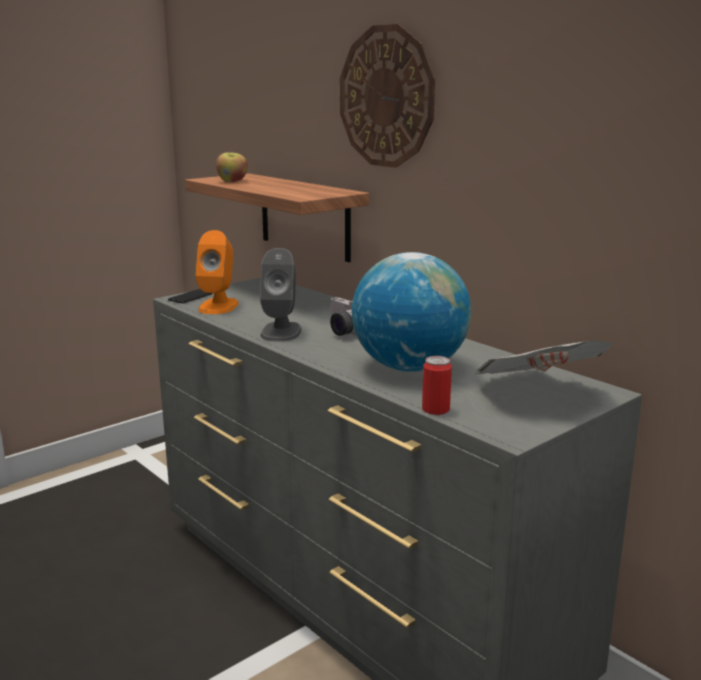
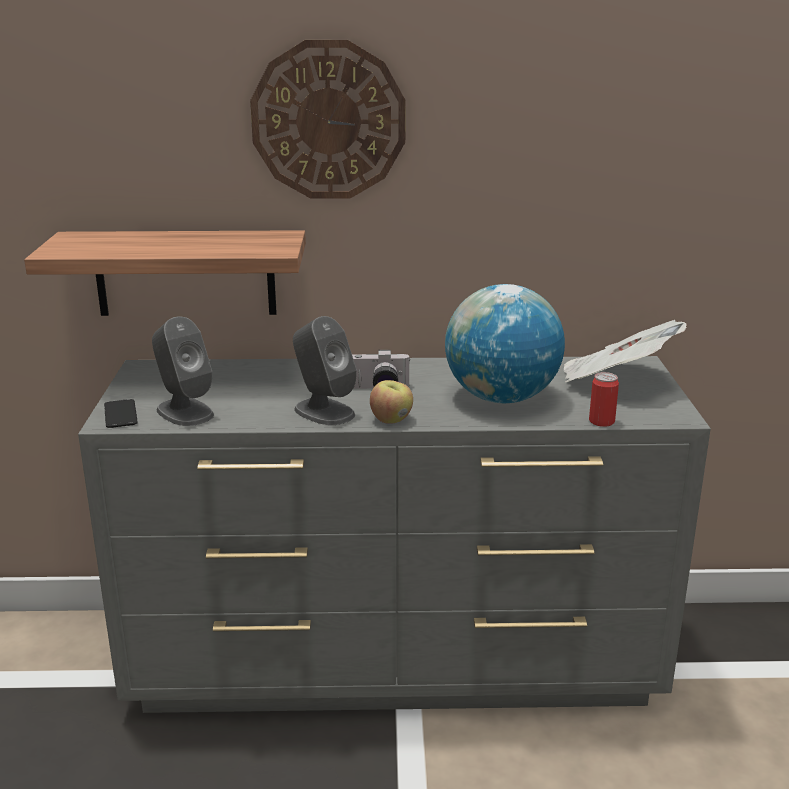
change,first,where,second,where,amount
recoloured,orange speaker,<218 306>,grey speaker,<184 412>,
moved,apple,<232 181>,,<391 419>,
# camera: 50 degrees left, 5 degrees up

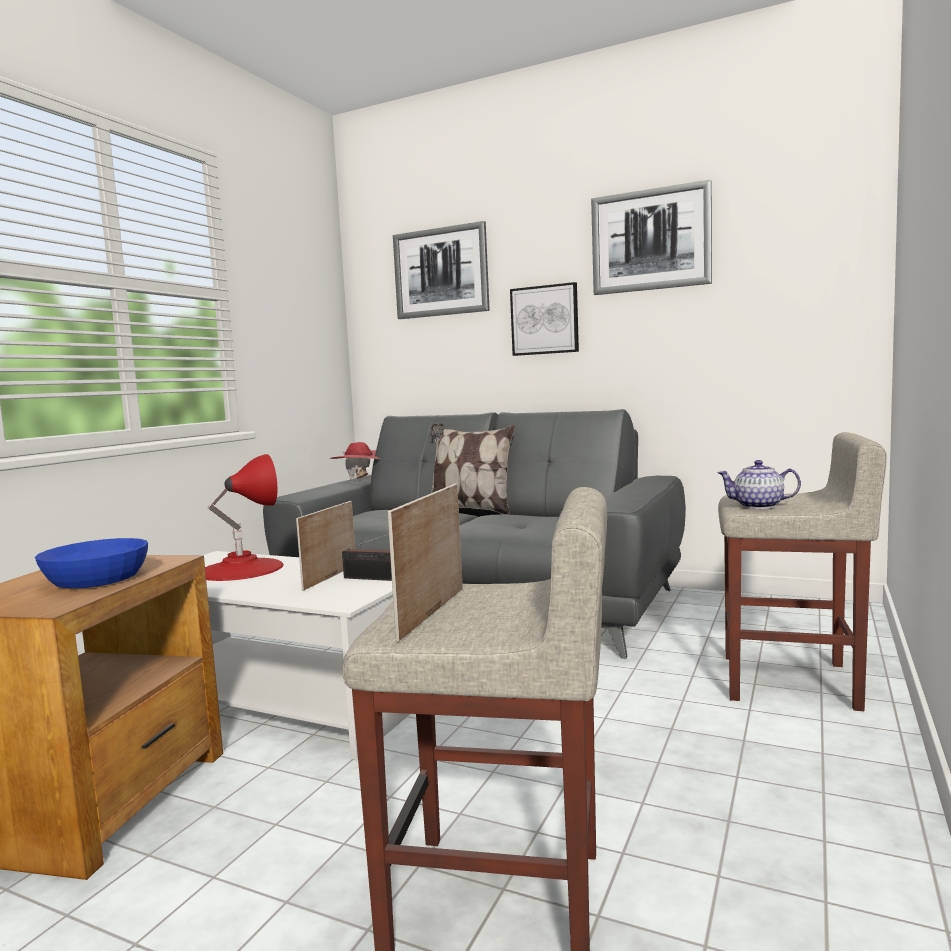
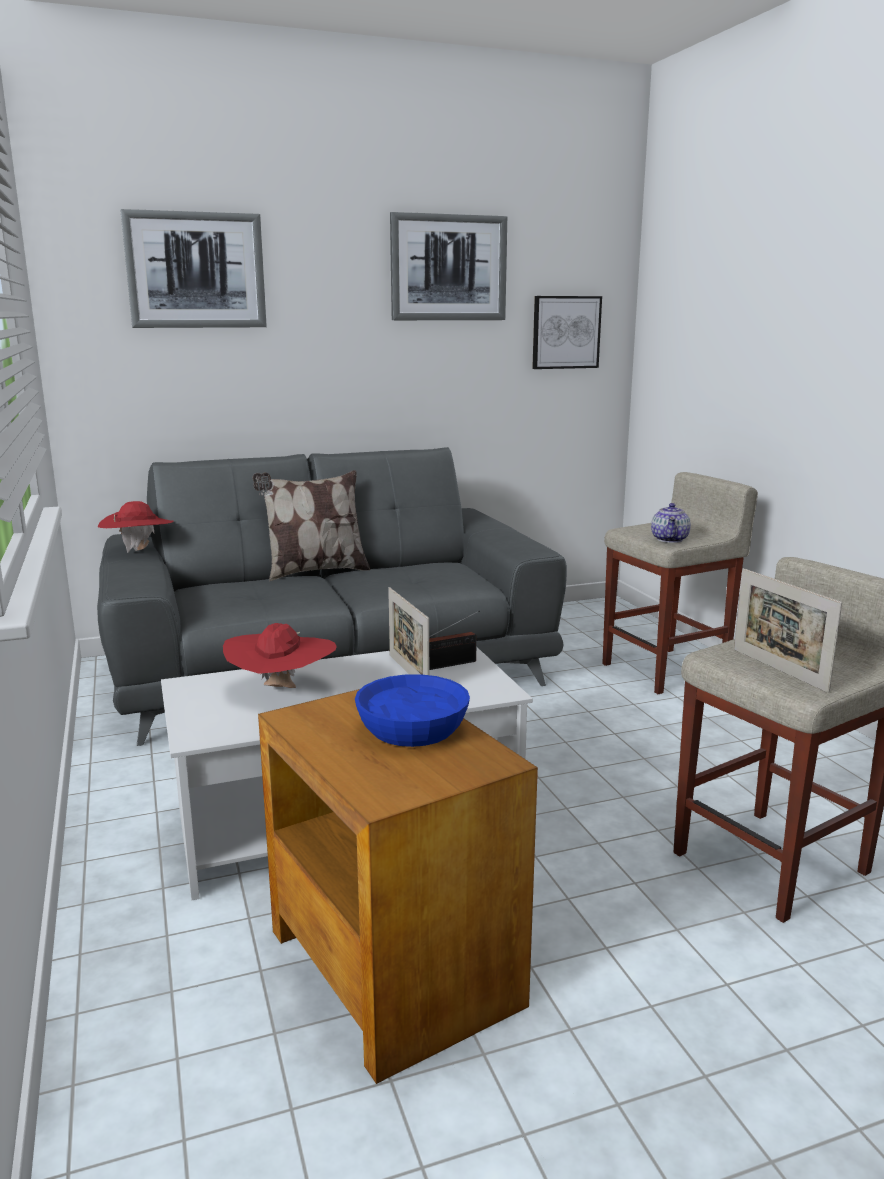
change,first,where,second,where,amount
replaced,red table lamp,<241 569>,red hat,<281 690>,
moved,picture,<545 320>,,<565 332>,
turned,teapot,<759 506>,,<670 539>,45 degrees counterclockwise
# camera: 45 degrees left, 10 degrees up

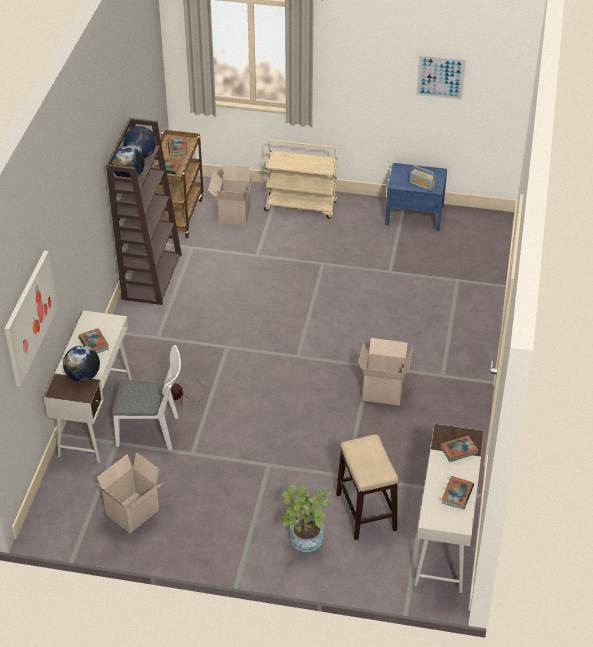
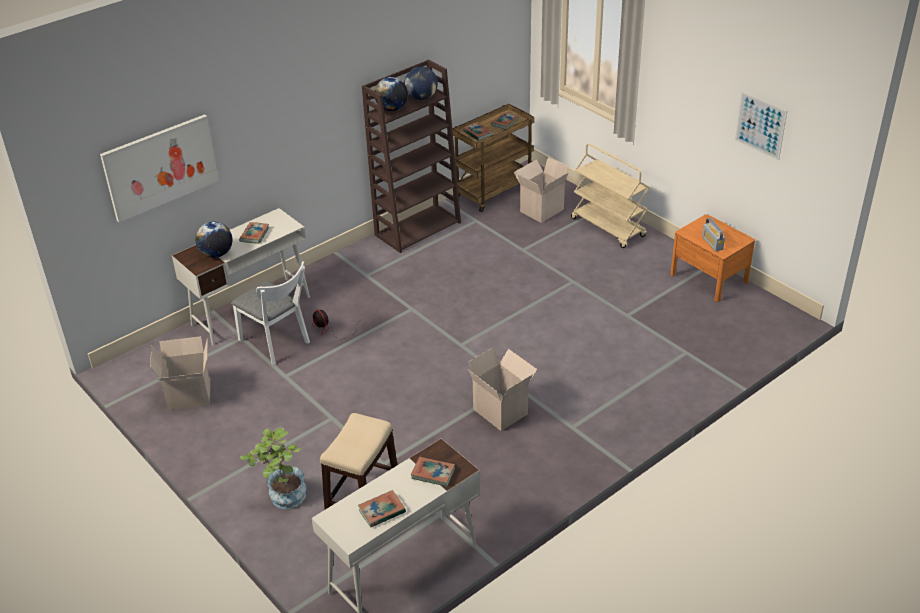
change,first,where,second,where,amount
recoloured,blue nightstand,<414 214>,orange nightstand,<709 278>,
# camera: 40 degrees right, 5 degrees down

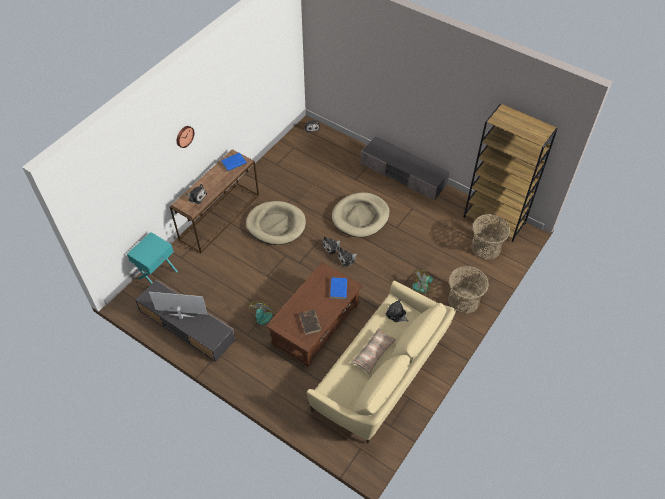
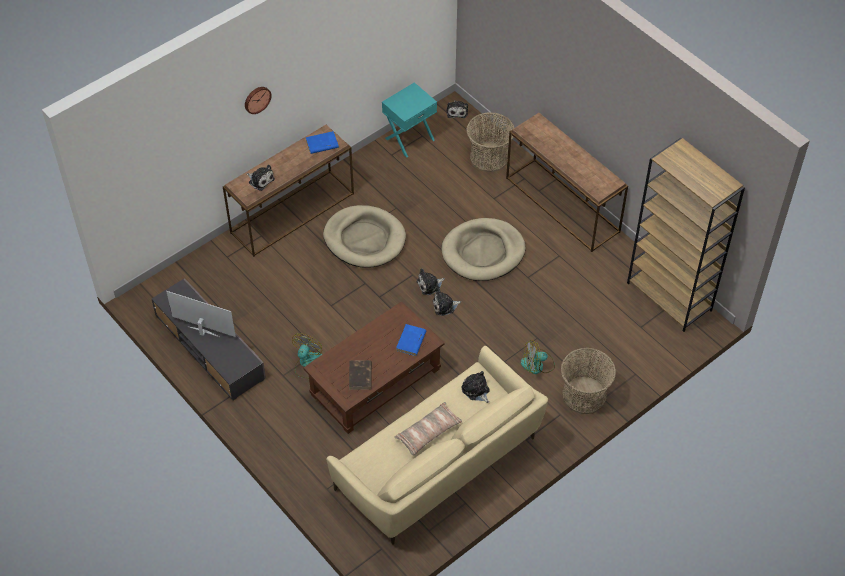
change,first,where,second,where,amount
moved,turquoise nightstand,<157 274>,,<409 138>,
replaced,grey tv stand,<403 174>,brown console table,<563 205>,
moved,basket,<485 247>,,<489 157>,
# camera: 15 degrees right, 0 degrees up

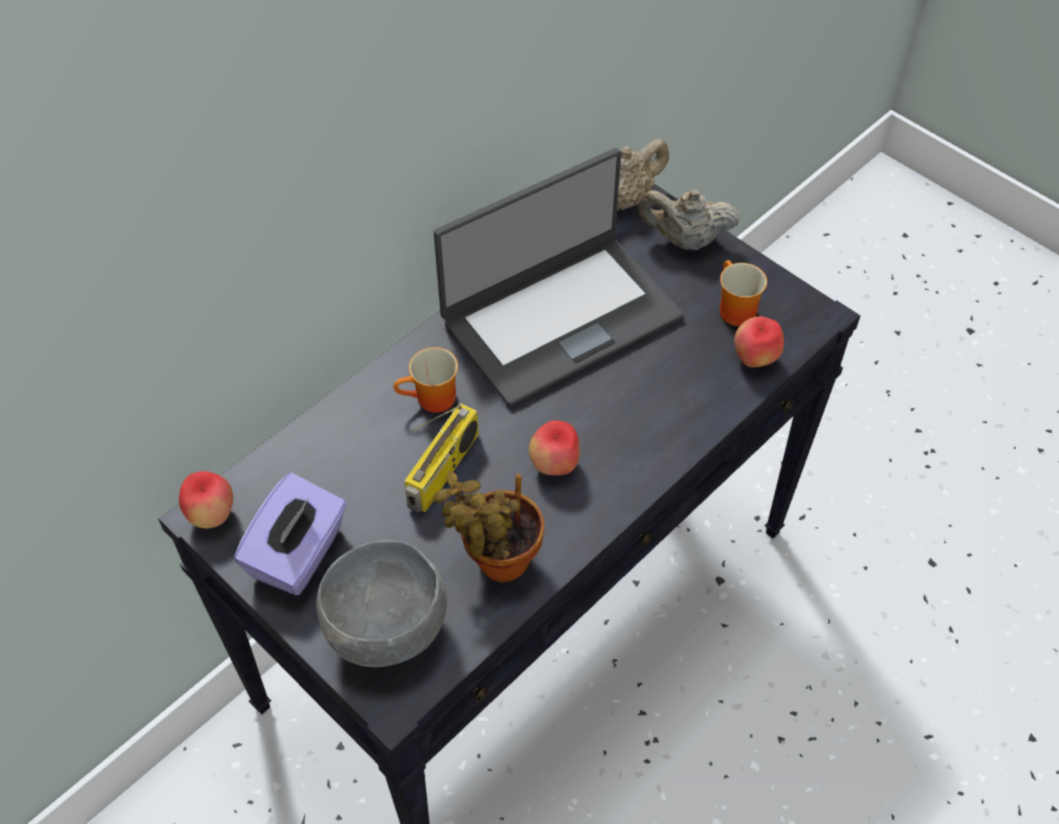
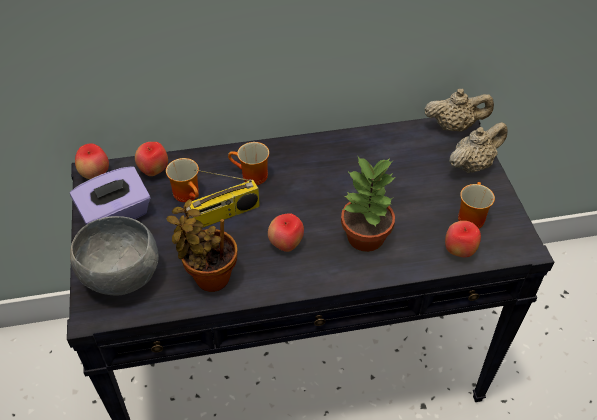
change,first,where,second,where,amount
removed,laptop,<560 317>,,,
turned,beige teapot,<685 240>,,<473 165>,105 degrees clockwise
added,,,apple,<154 171>,
added,,,mug,<189 194>,
added,,,potted plant,<366 238>,
# camera: 35 degrees right, 5 degrees down

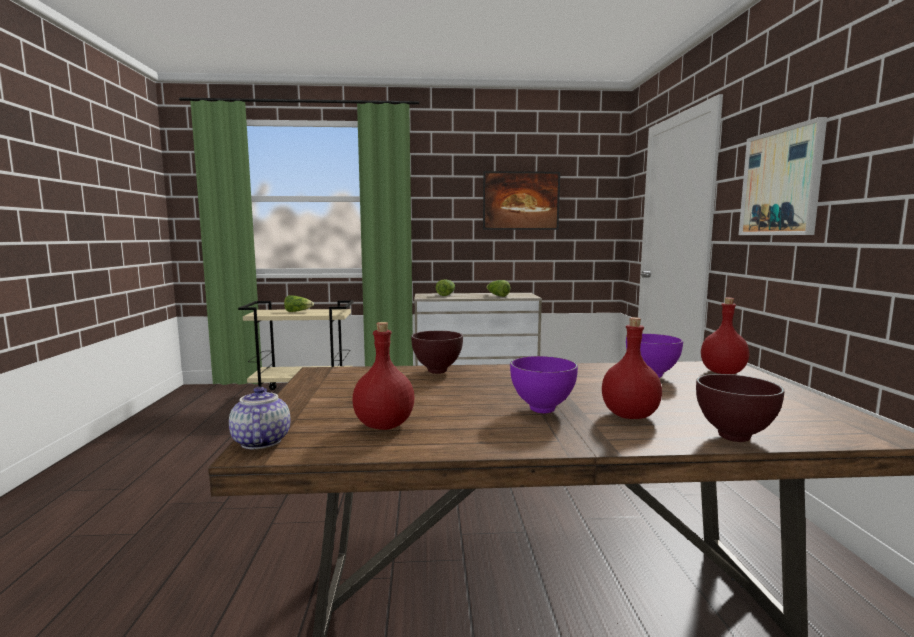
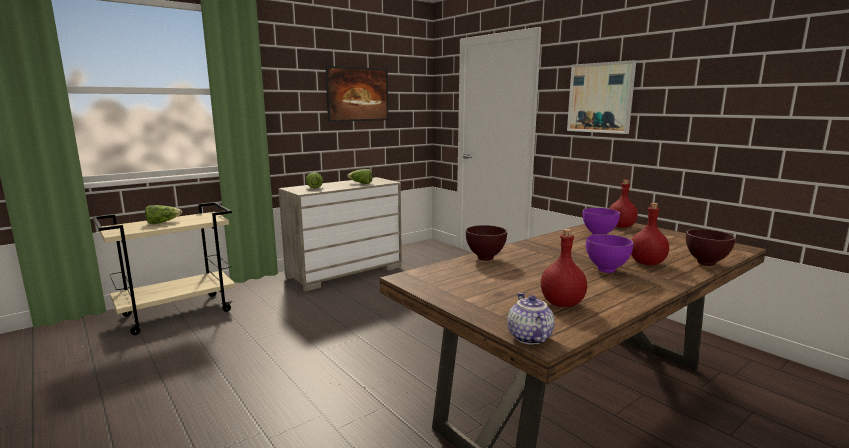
change,first,where,second,where,amount
turned,teapot,<259 442>,,<528 337>,45 degrees clockwise
# camera: 35 degrees left, 5 degrees up

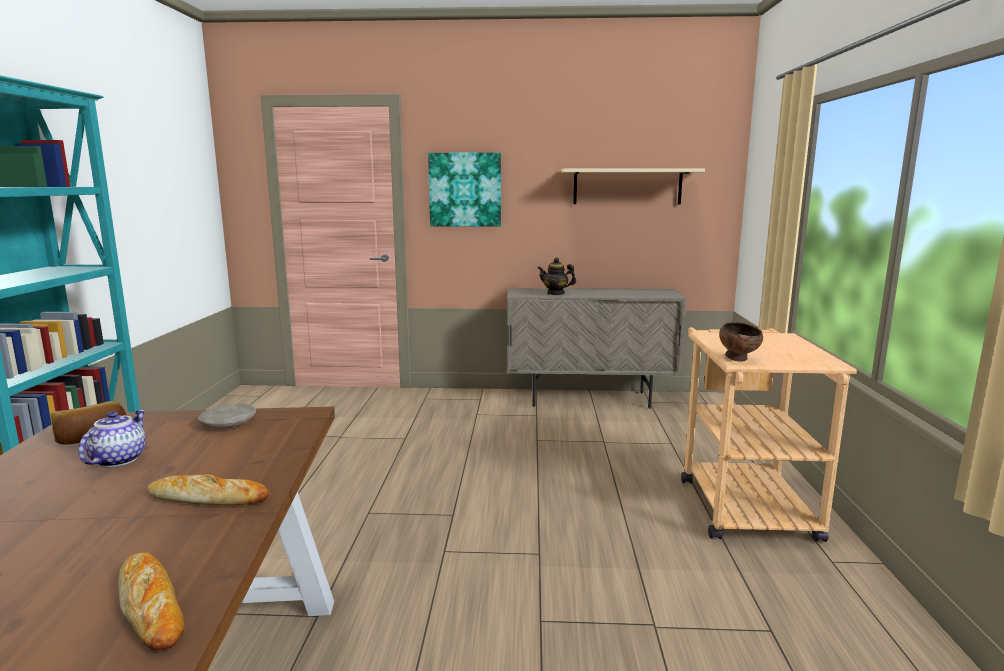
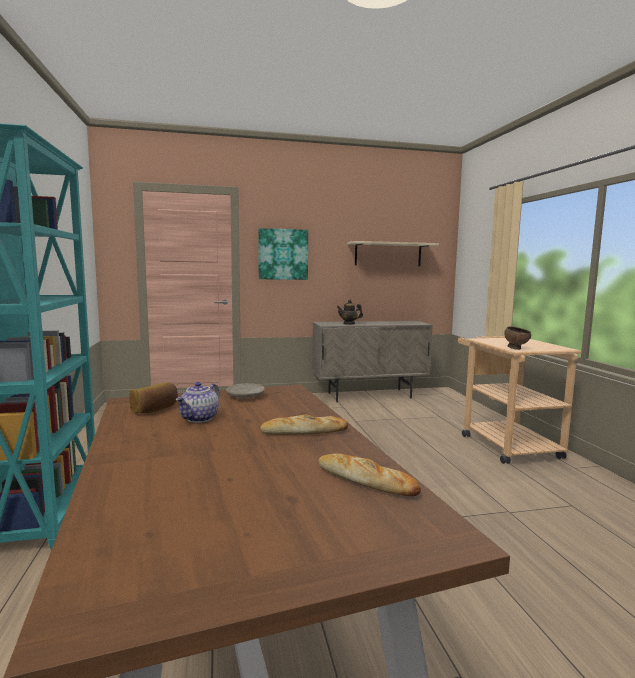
change,first,where,second,where,amount
turned,teapot,<117 459>,,<200 419>,150 degrees counterclockwise
# camera: 15 degrees left, 5 degrees down

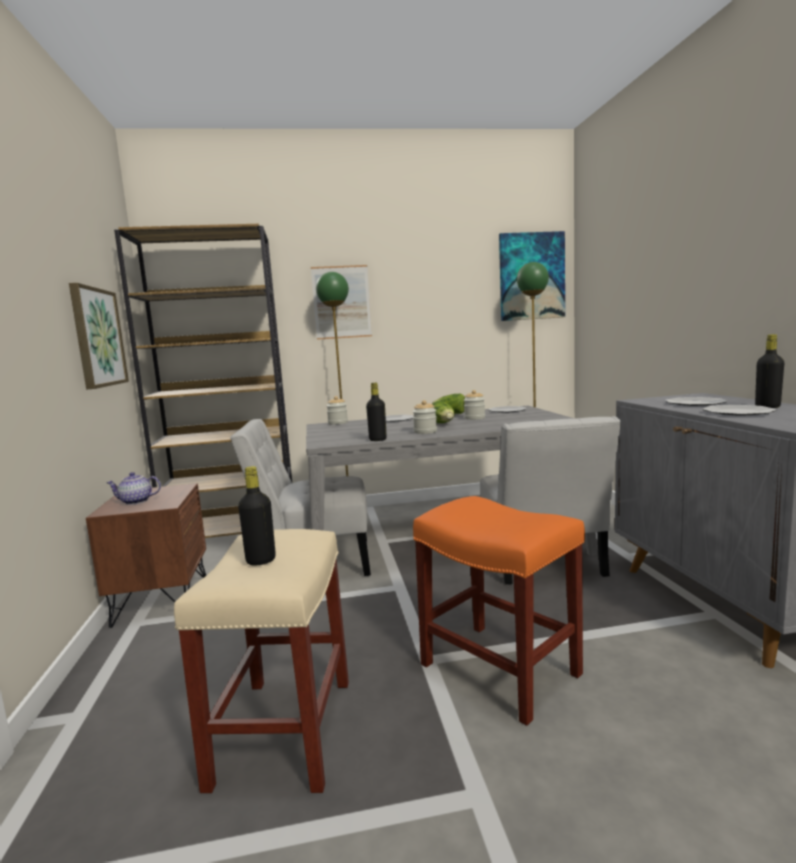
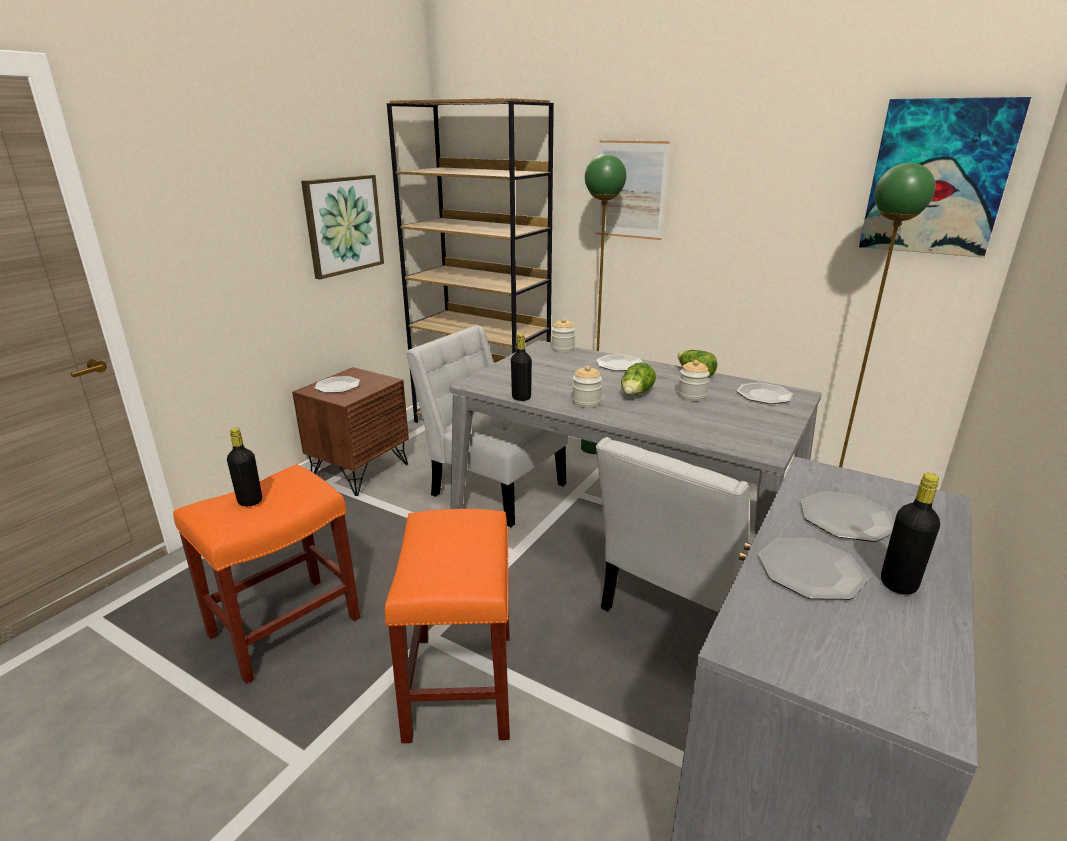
change,first,where,second,where,amount
replaced,teapot,<135 502>,plate,<337 386>,
recoloured,beige stool,<284 729>,orange stool,<286 625>,
# camera: 40 degrees right, 15 degrees up

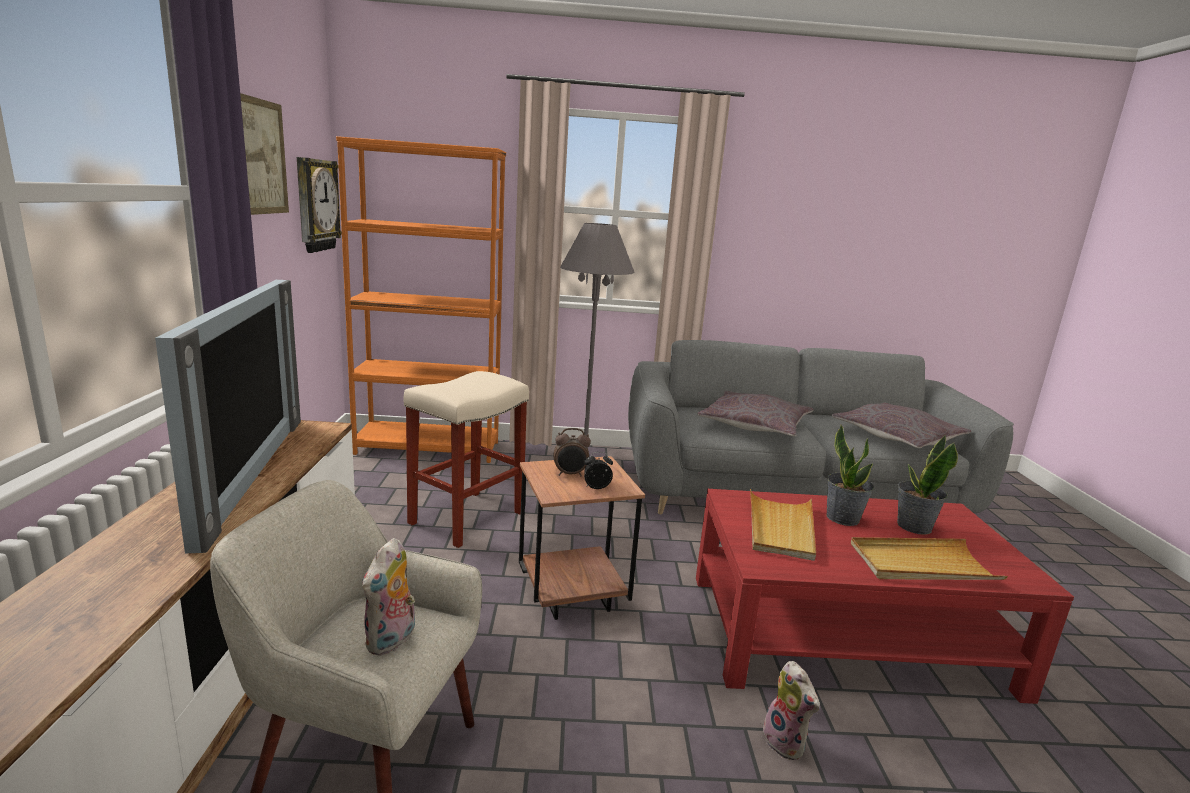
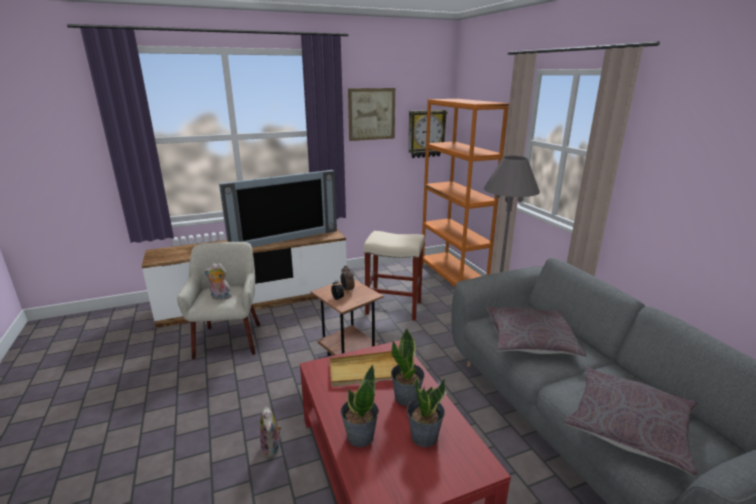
change,first,where,second,where,amount
turned,plush toy,<786 742>,,<272 448>,60 degrees counterclockwise
replaced,beige tray,<922 564>,potted plant,<359 436>,
# camera: 70 degrees right, 5 degrees up

